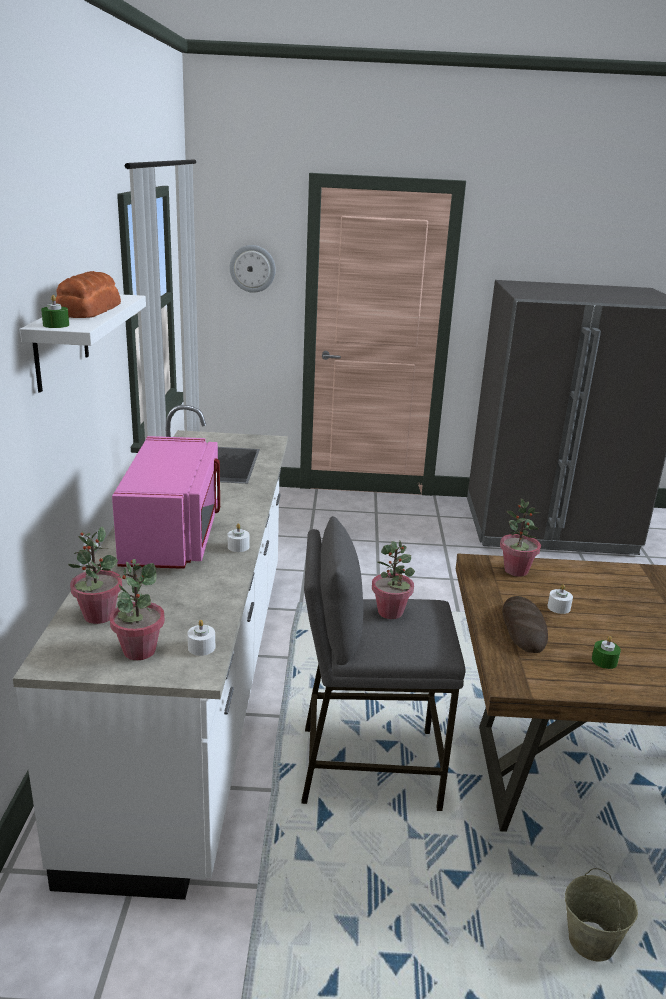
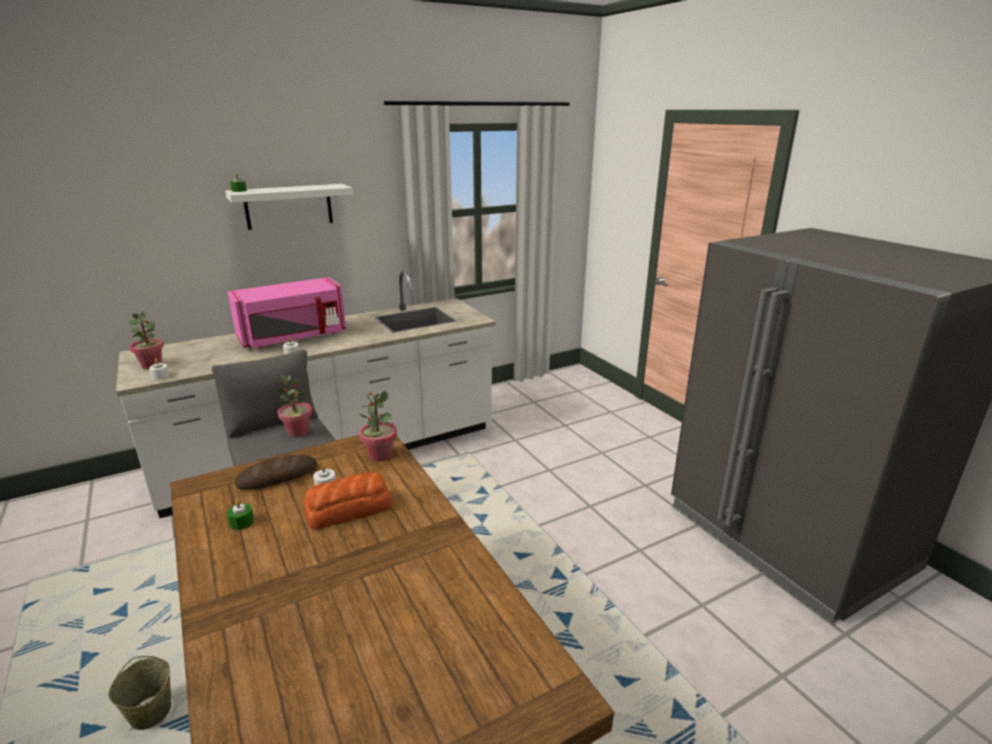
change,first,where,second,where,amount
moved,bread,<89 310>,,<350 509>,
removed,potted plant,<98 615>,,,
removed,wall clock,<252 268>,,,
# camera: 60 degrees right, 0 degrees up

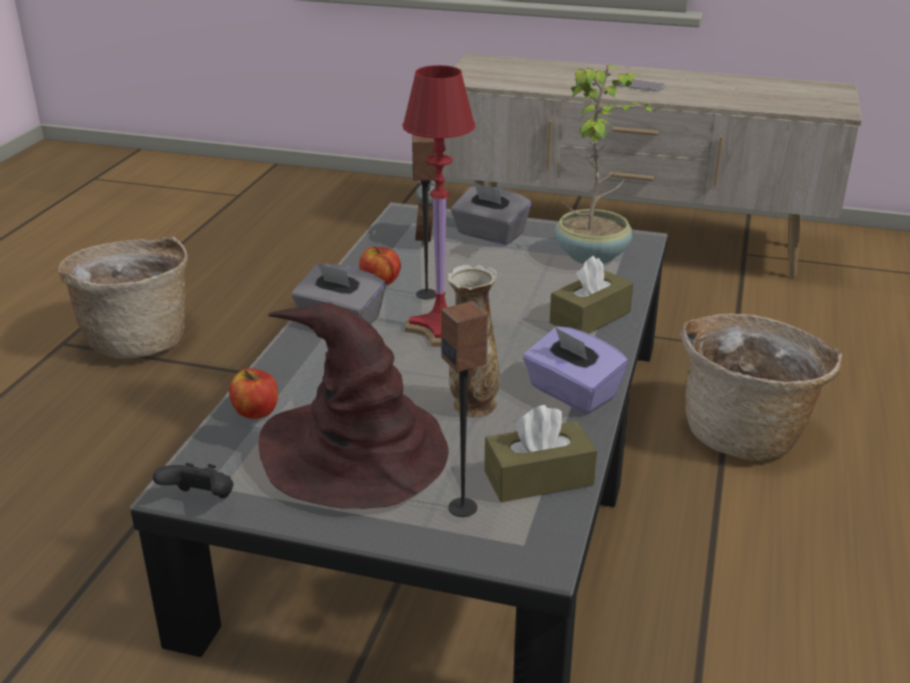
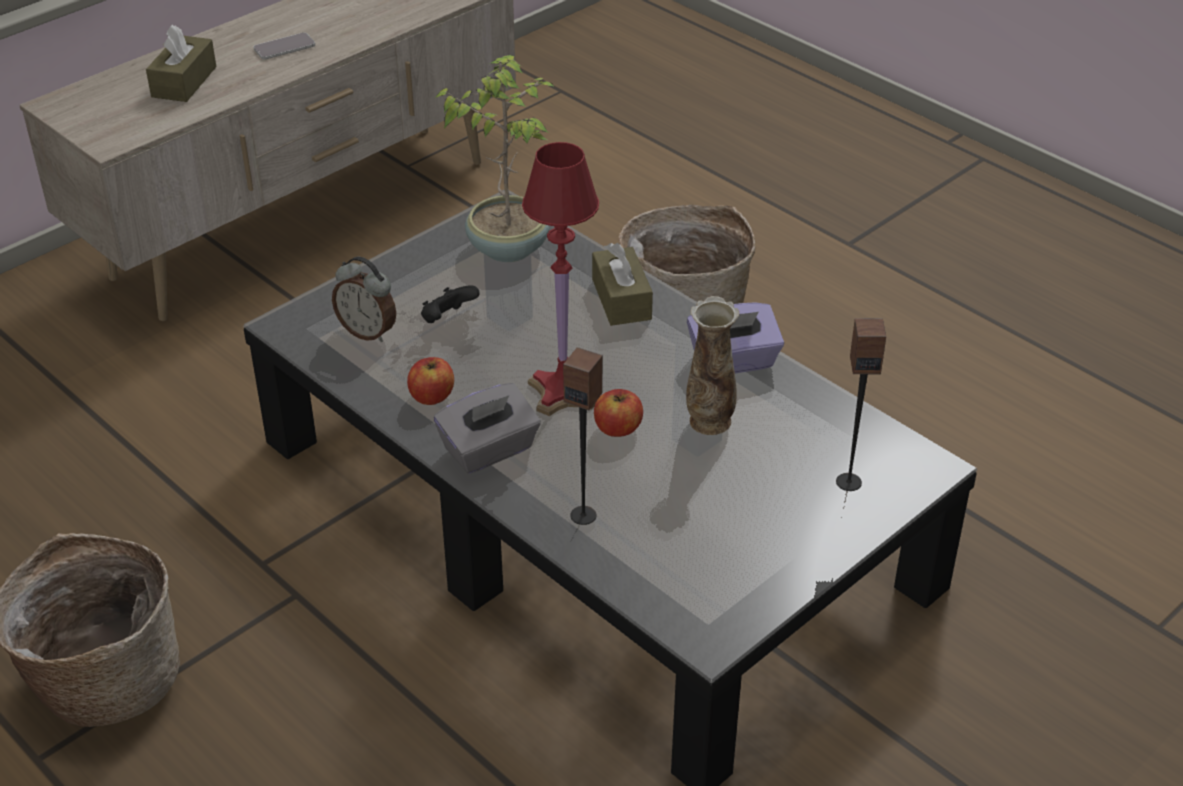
change,first,where,second,where,amount
moved,black game controller,<201 500>,,<448 319>,
moved,apple,<256 412>,,<618 428>,
removed,brown hat,<357 453>,,,
moved,speaker,<427 294>,,<583 515>,
removed,grey tissue box,<489 234>,,,
moved,brown tissue box,<538 478>,,<184 82>,
# camera: 60 degrees left, 10 degrees up

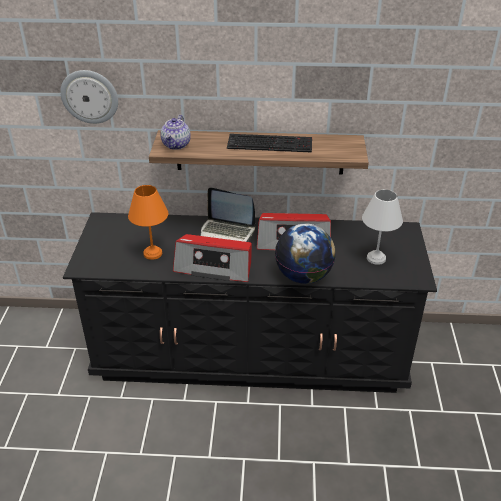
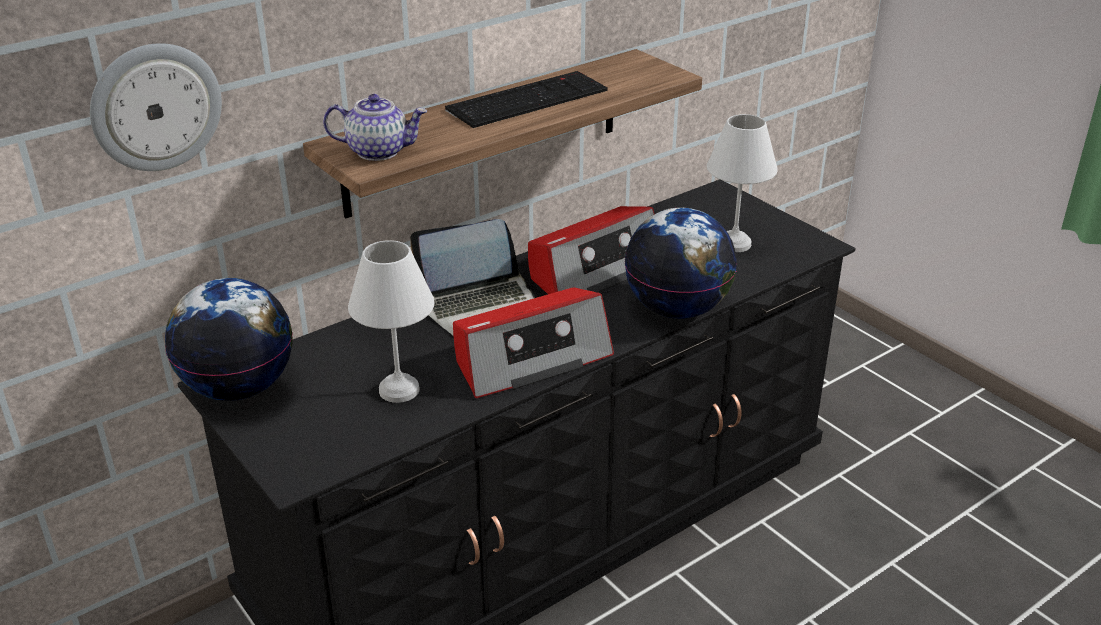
change,first,where,second,where,amount
recoloured,orange table lamp,<152 254>,white table lamp,<399 391>,
turned,teapot,<176 145>,,<379 151>,60 degrees counterclockwise
added,,,globe,<239 388>,
# camera: 40 degrees left, 5 degrees down

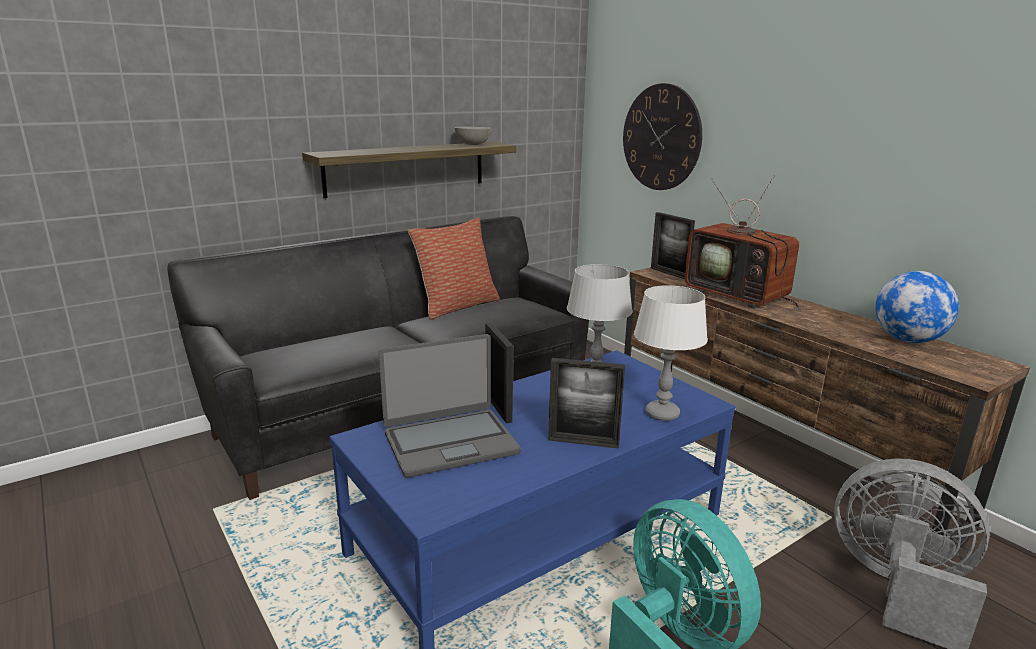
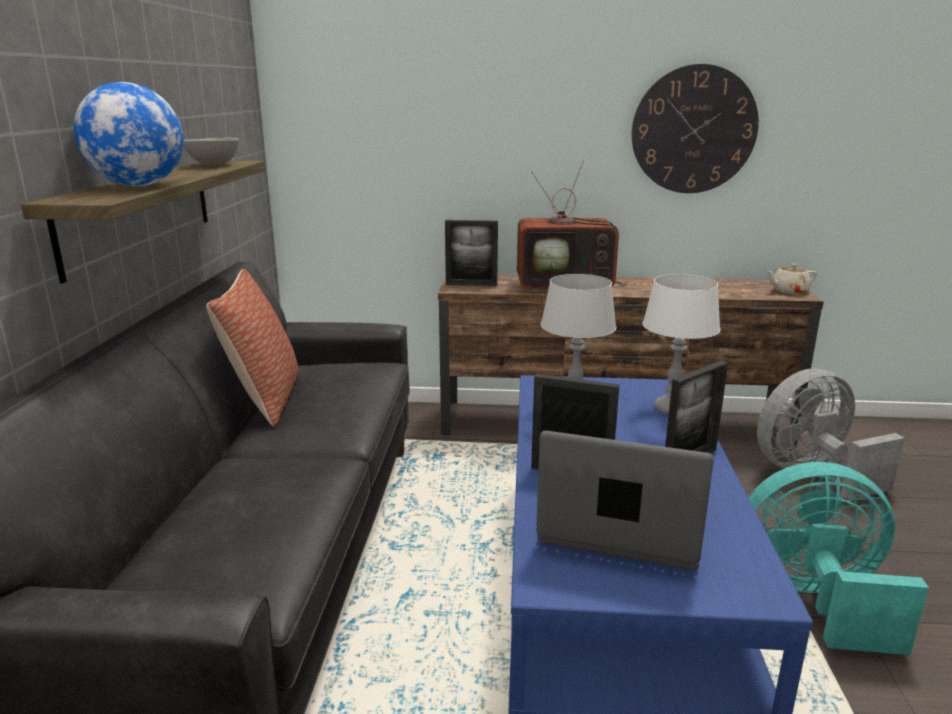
change,first,where,second,where,amount
turned,laptop,<450 442>,,<620 528>,90 degrees counterclockwise
moved,wall clock,<661 137>,,<693 130>,
moved,globe,<908 340>,,<138 186>,
added,,,beige teapot,<788 291>,
# camera: 50 degrees left, 0 degrees up

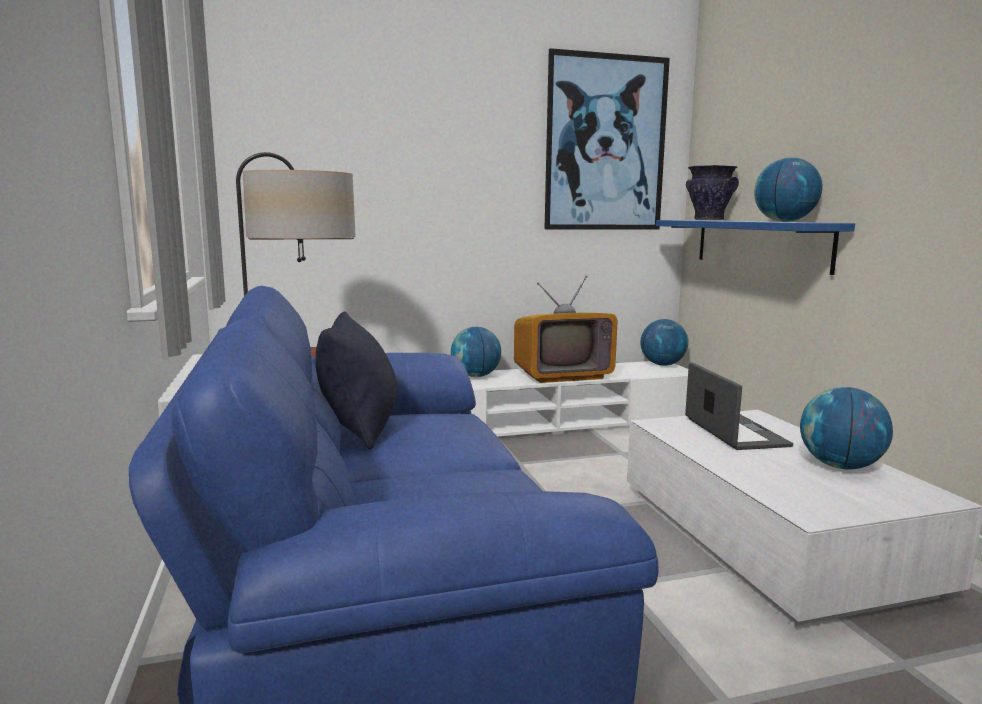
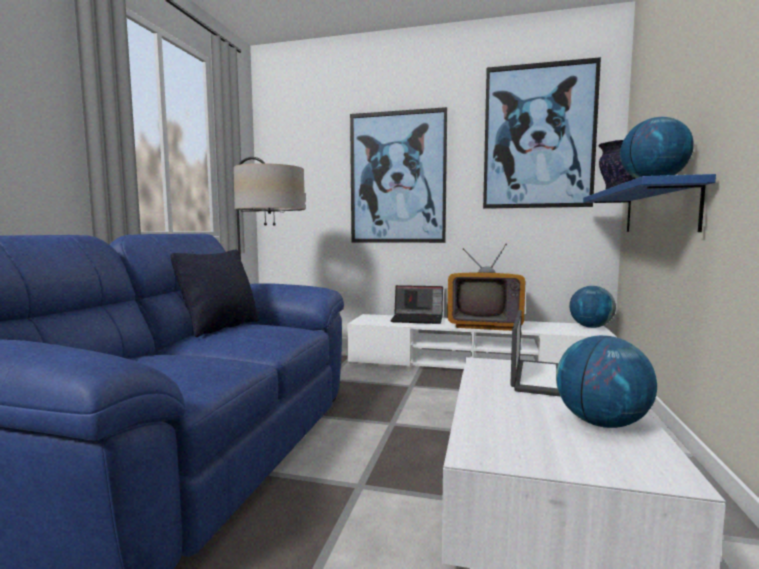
change,first,where,second,where,amount
replaced,globe,<476 376>,laptop,<418 319>,
added,,,picture,<397 178>,
# camera: 30 degrees right, 5 degrees down

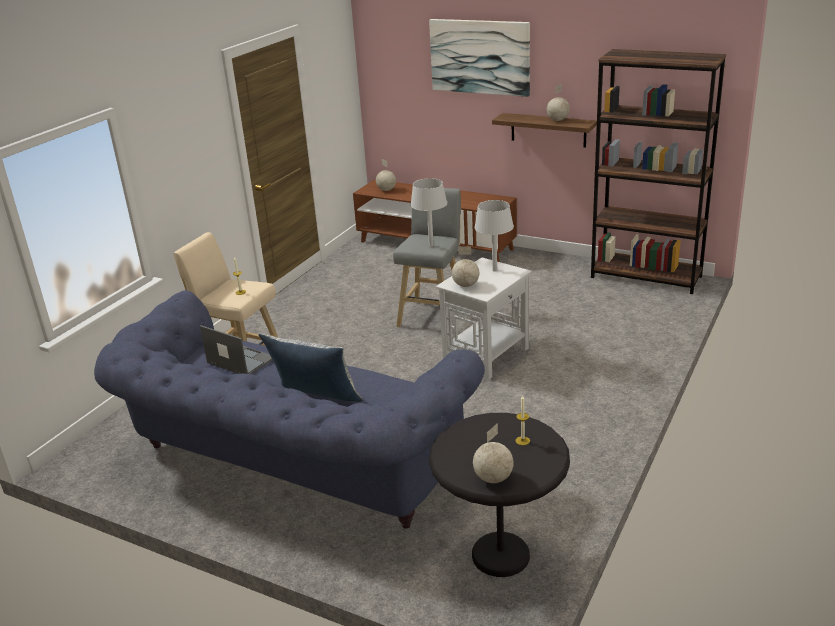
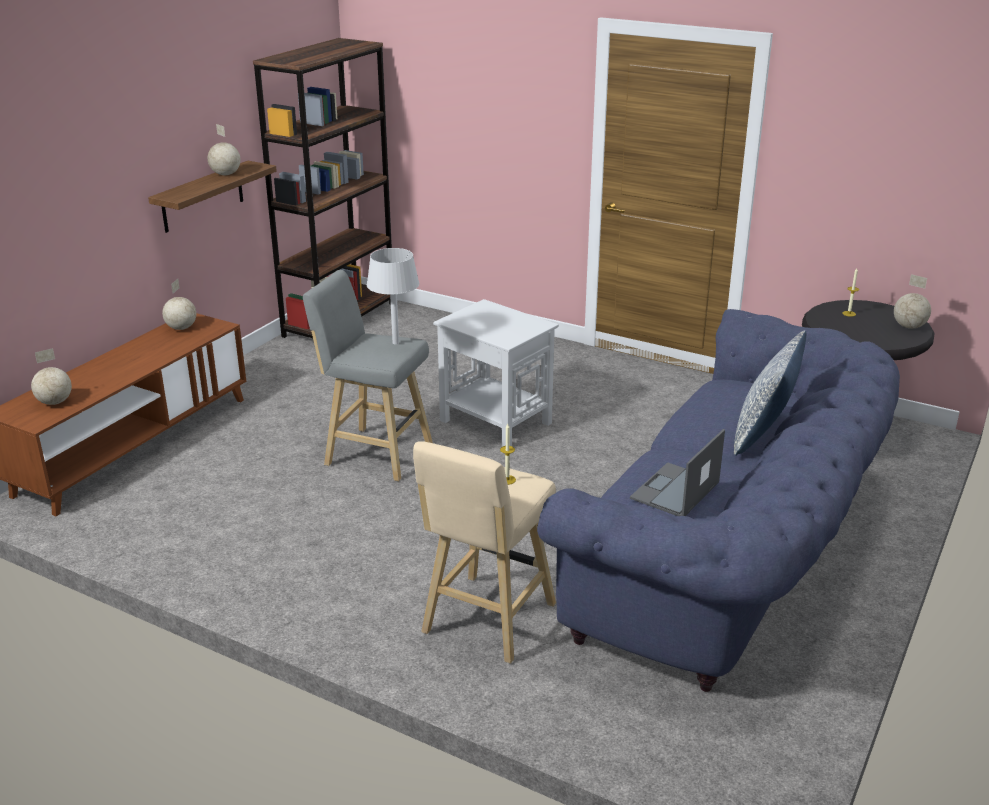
change,first,where,second,where,amount
removed,picture,<480 57>,,,
moved,globe,<465 285>,,<181 328>,
removed,grey table lamp,<494 270>,,,
# camera: 90 degrees left, 0 degrees up

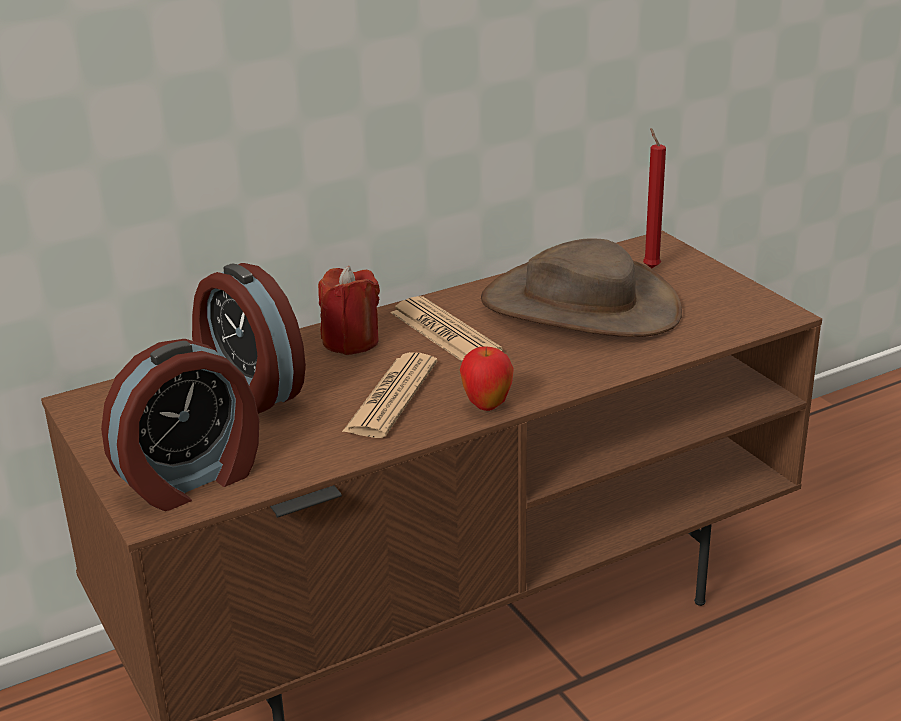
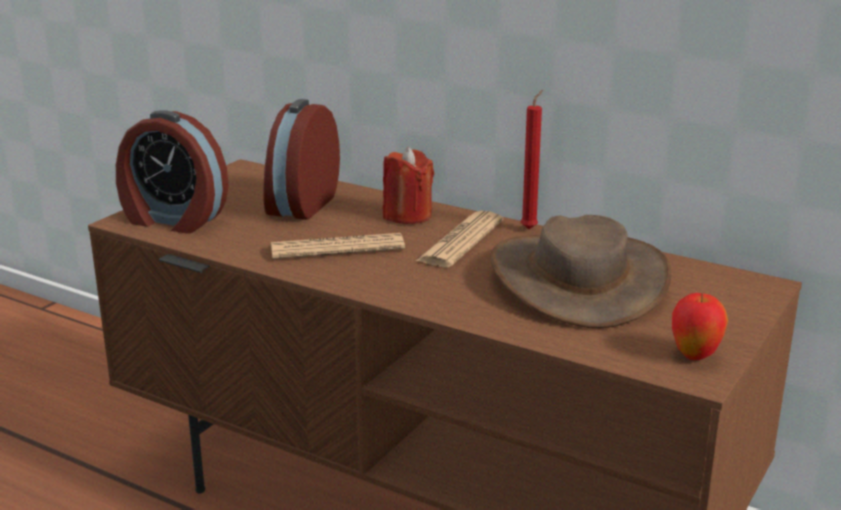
change,first,where,second,where,amount
moved,apple,<487 405>,,<695 355>,
moved,red candle,<650 267>,,<530 228>,
# camera: 60 degrees right, 5 degrees down

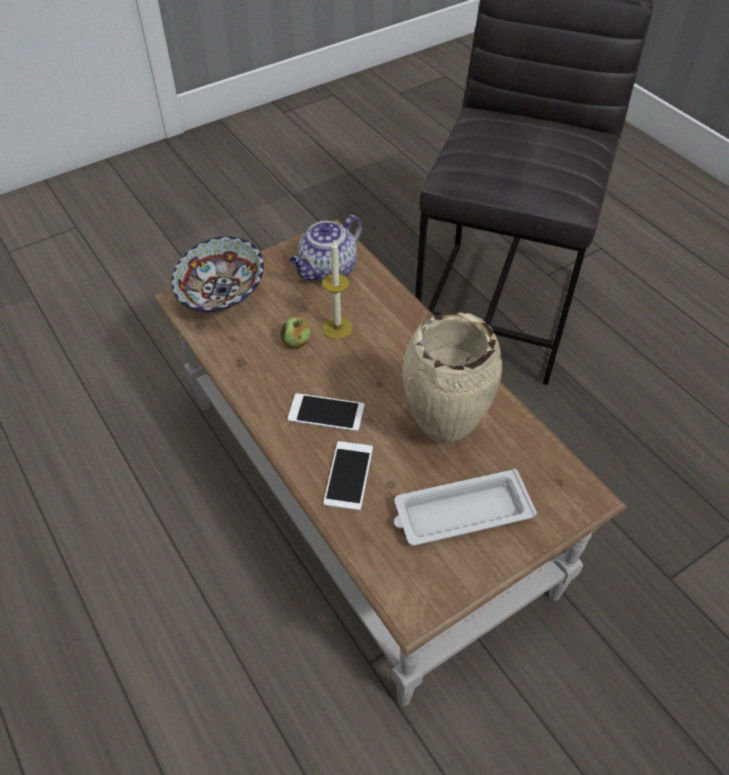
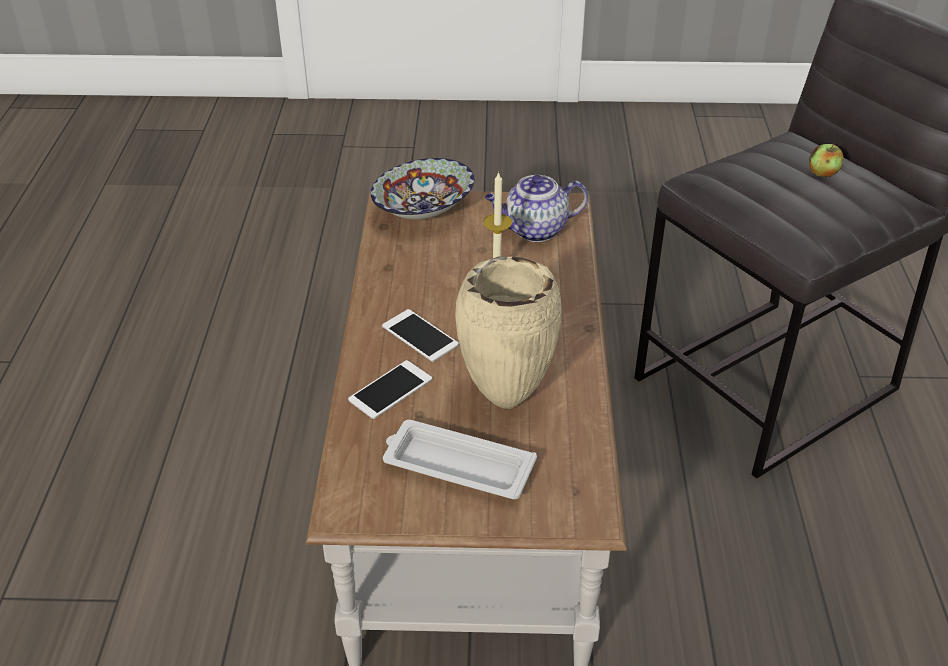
change,first,where,second,where,amount
moved,apple,<296 342>,,<822 173>,
# camera: 35 degrees right, 10 degrees down

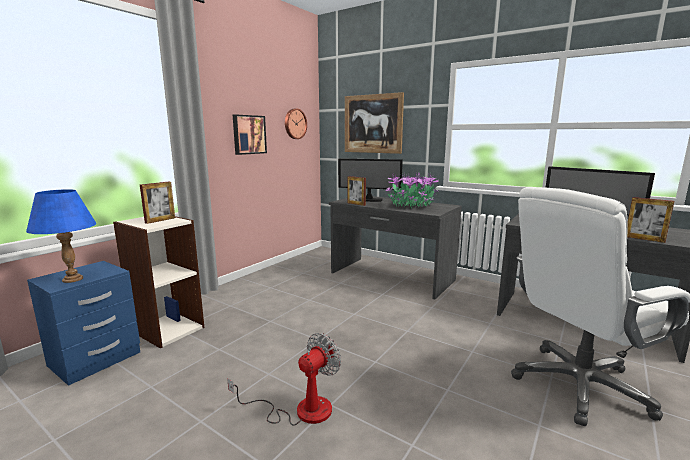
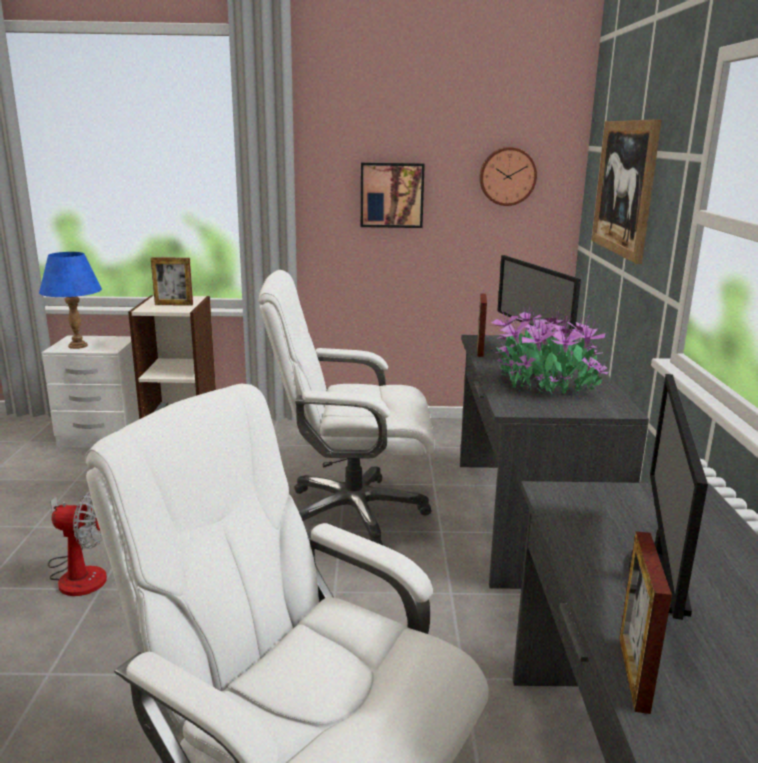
change,first,where,second,where,amount
recoloured,blue nightstand,<95 359>,white nightstand,<102 436>,
added,,,white office chair,<352 512>,
# camera: 55 degrees right, 5 degrees up

